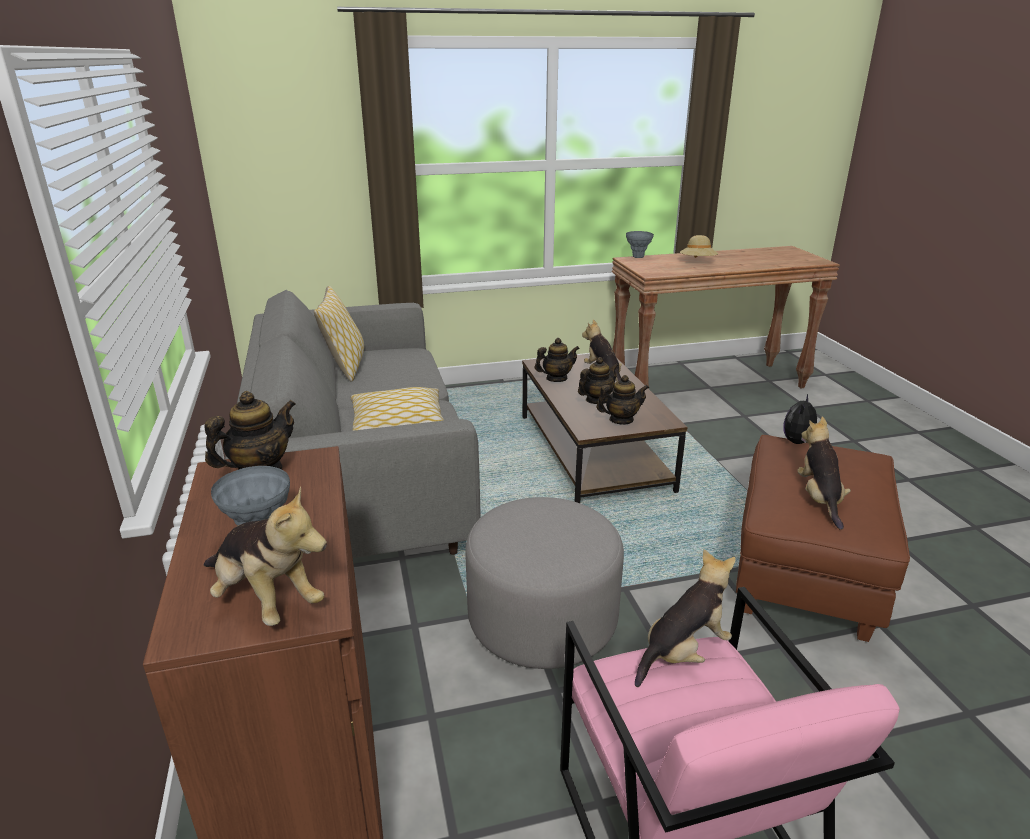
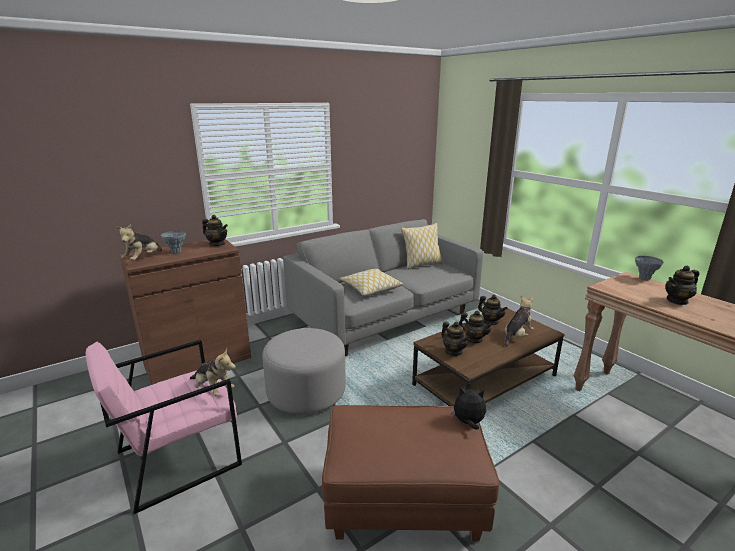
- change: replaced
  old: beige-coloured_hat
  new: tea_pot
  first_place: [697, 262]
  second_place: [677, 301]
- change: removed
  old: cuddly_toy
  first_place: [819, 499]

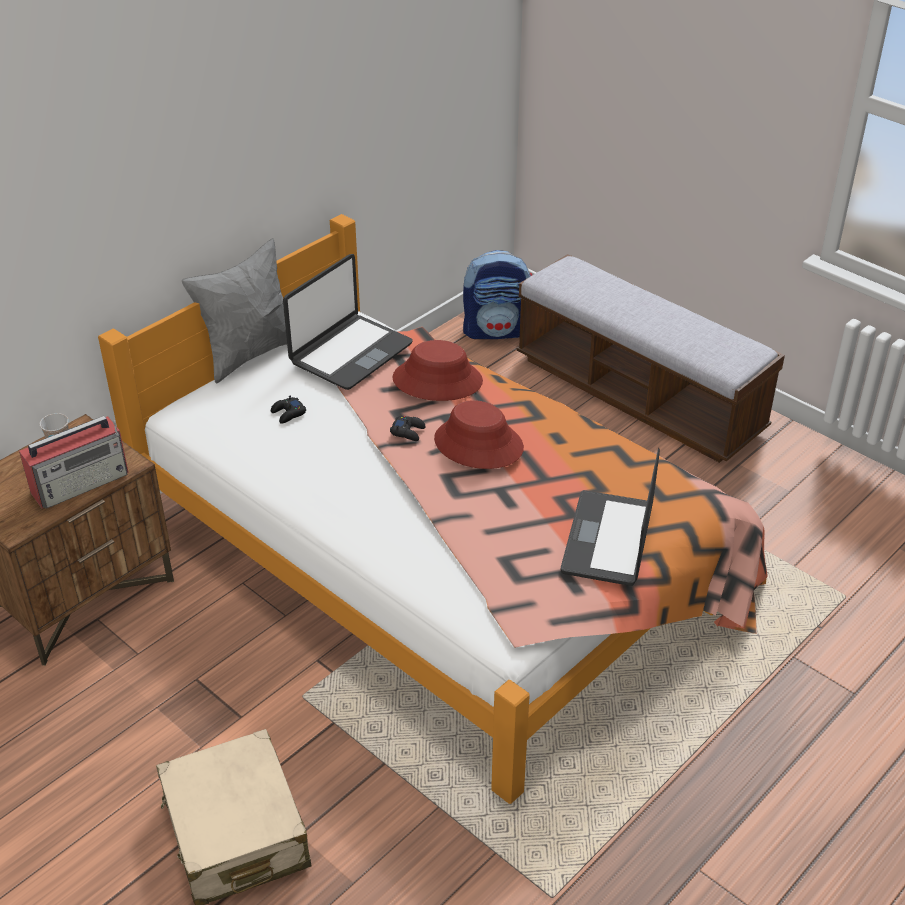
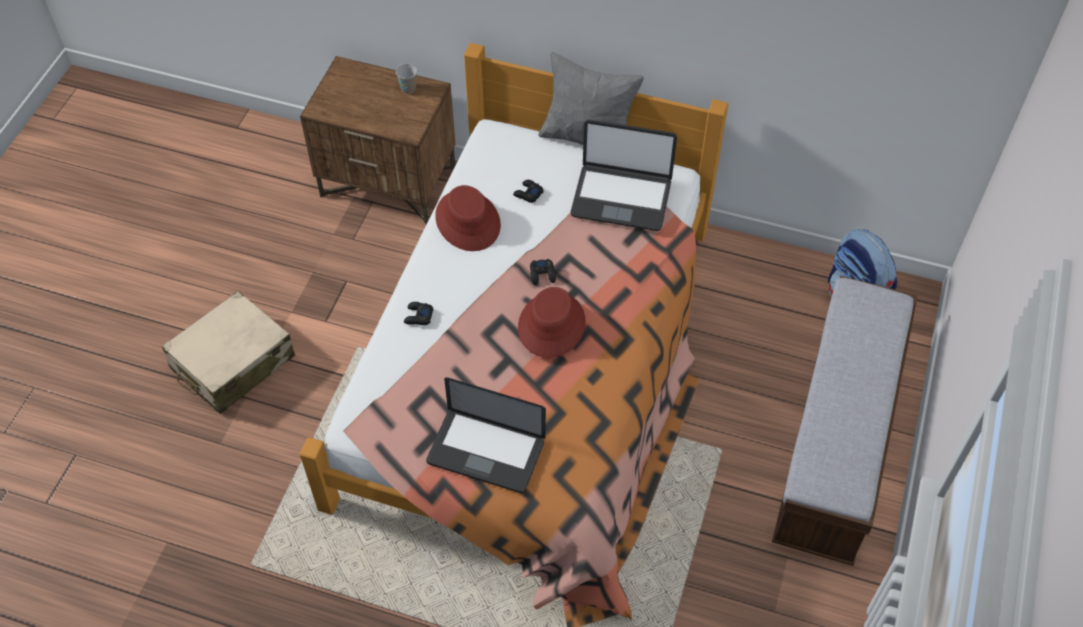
- change: added
  new: blackish_gamepad
  second_place: [418, 316]
- change: turned
  old: laptop
  first_place: [607, 539]
  second_place: [486, 452]
  degrees: -150
- change: moved
  old: reddish_hat
  first_place: [437, 380]
  second_place: [468, 221]
- change: removed
  old: radio_set
  first_place: [82, 482]

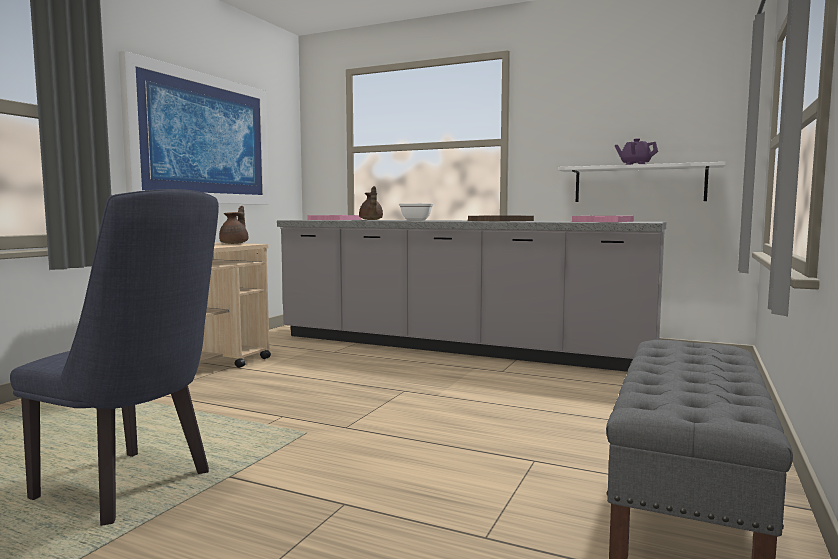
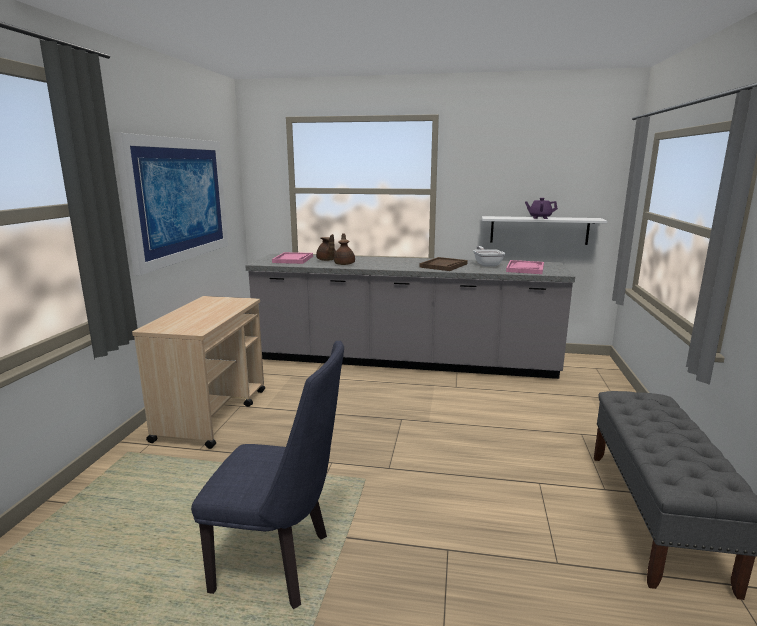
- change: moved
  old: brown-coloured_tea_pot
  first_place: [235, 243]
  second_place: [344, 264]
- change: moved
  old: skillet
  first_place: [417, 220]
  second_place: [487, 264]

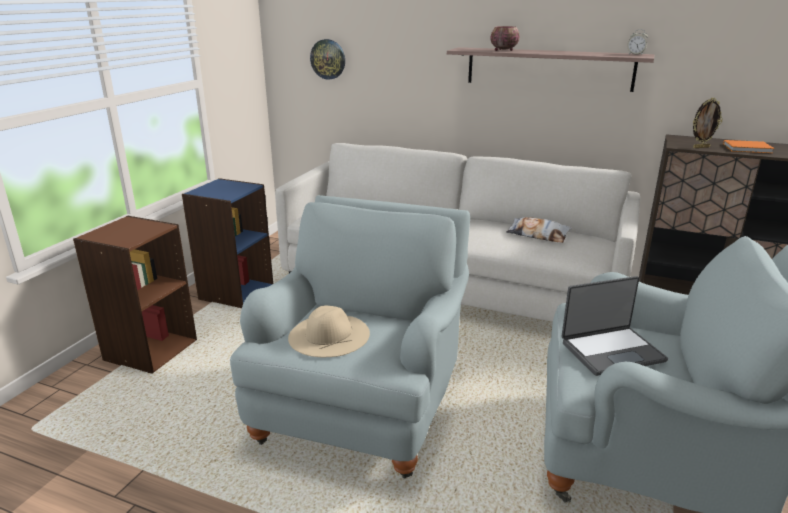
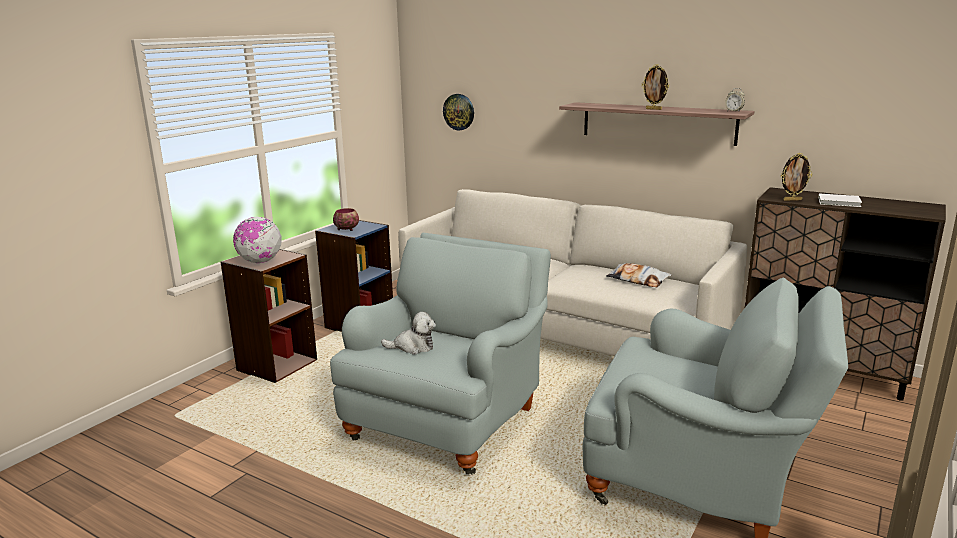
- change: added
  new: world_globe
  second_place: [260, 262]
- change: moved
  old: serving_bowl
  first_place: [503, 50]
  second_place: [346, 229]
- change: replaced
  old: beige-coloured_hat
  new: cuddly_toy
  first_place: [329, 335]
  second_place: [413, 347]
- change: added
  new: standing_frame
  second_place: [654, 109]
- change: recoloured
  old: orange_book
  new: white_book
  first_place: [748, 149]
  second_place: [840, 202]
- change: removed
  old: laptop
  first_place: [611, 351]

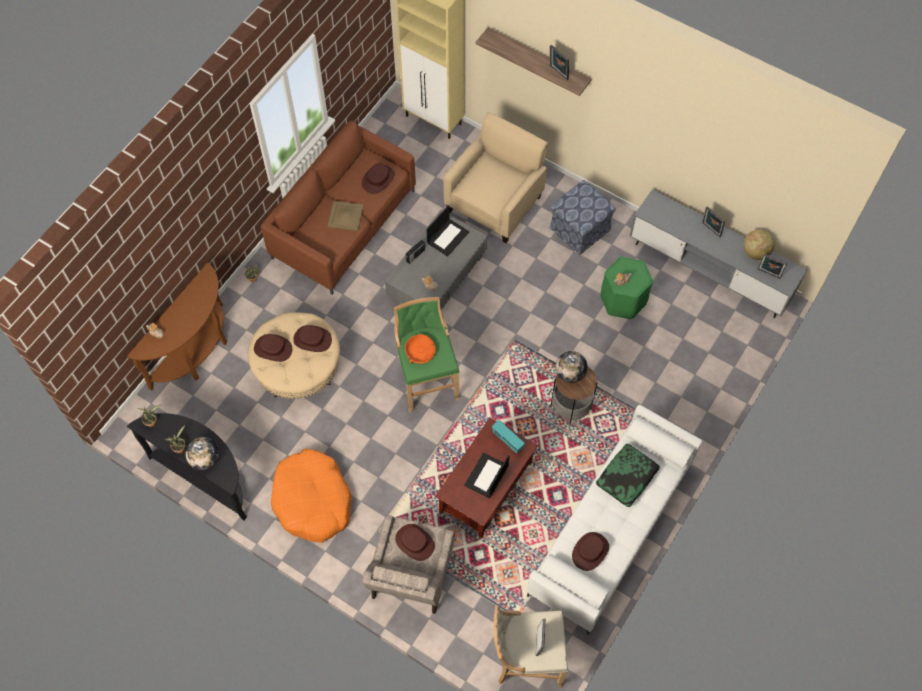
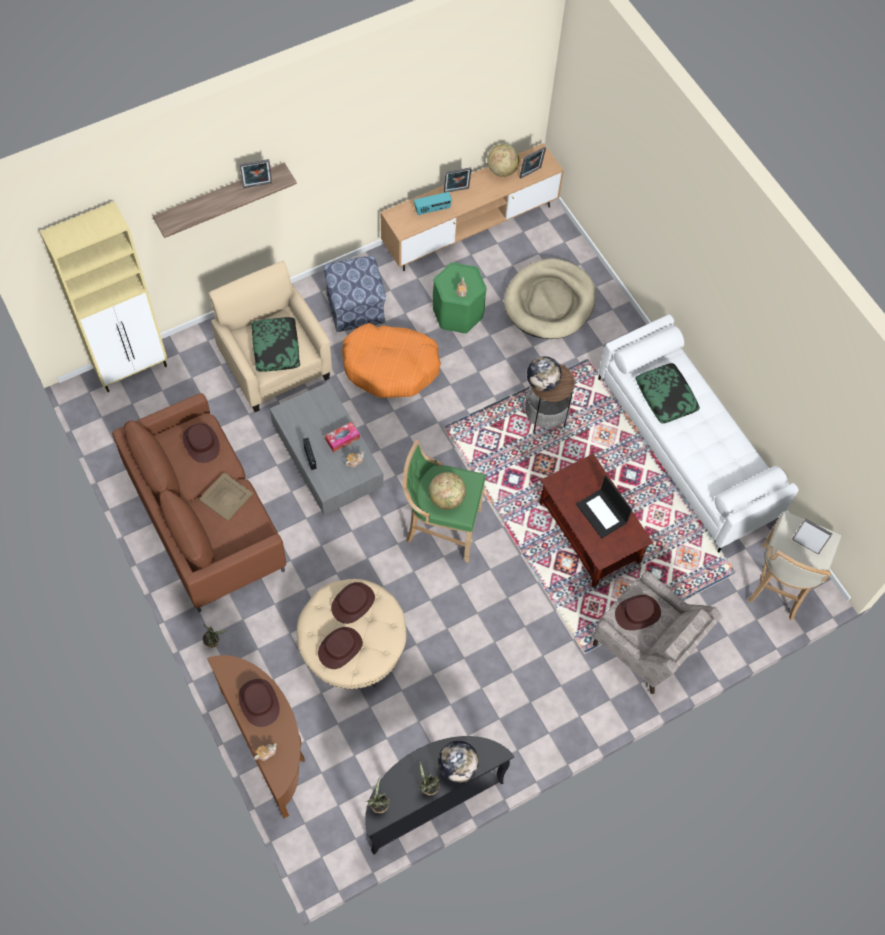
- change: moved
  old: brown-coloured_hat
  first_place: [590, 551]
  second_place: [259, 703]
- change: added
  new: cushion
  second_place: [276, 348]
- change: added
  new: box_of_tissues
  second_place: [342, 439]
- change: moved
  old: orange_dog_cushion
  first_place: [312, 500]
  second_place: [390, 366]
- change: recoloured
  old: gray_media_console
  new: brown-coloured_media_console
  first_place: [709, 271]
  second_place: [470, 229]
- change: moved
  old: radio_set
  first_place: [507, 440]
  second_place: [432, 209]
- change: replaced
  old: orange_serving_bowl
  new: world_globe
  first_place: [420, 352]
  second_place: [447, 498]
- change: added
  new: beige-coloured_dog_cushion
  second_place: [549, 302]
- change: removed
  old: laptop
  first_place: [448, 237]

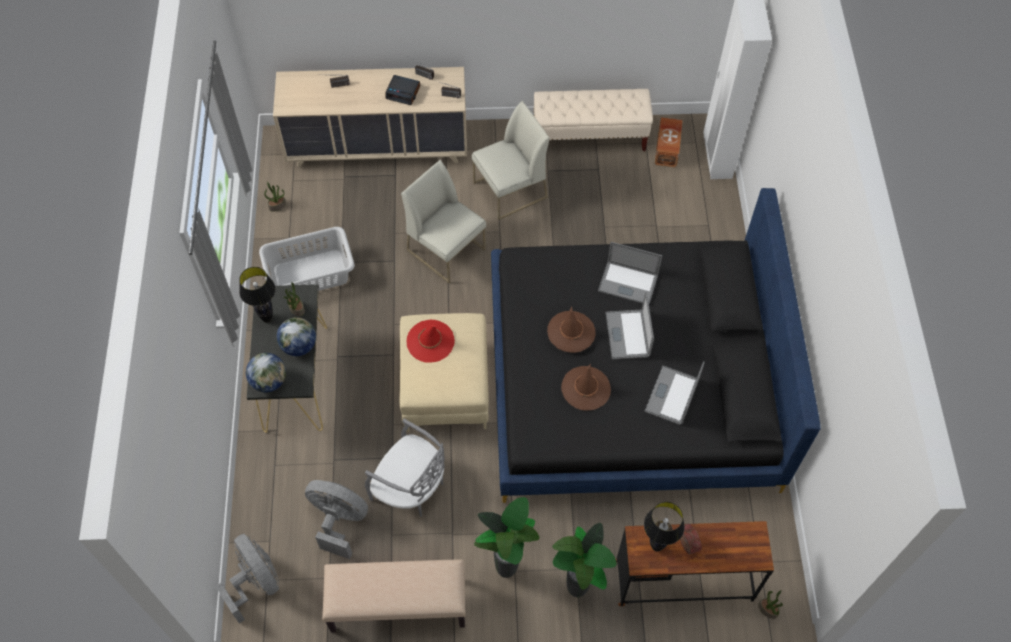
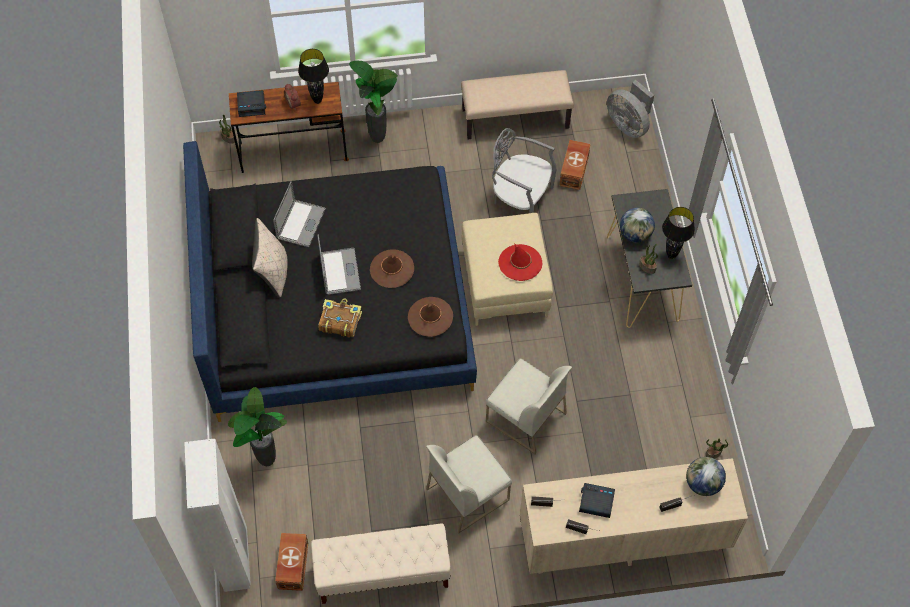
- change: moved
  old: houseplant
  first_place: [508, 570]
  second_place: [266, 461]
- change: added
  new: bedside_clock
  second_place: [252, 105]
- change: added
  new: beige-coloured_cushion
  second_place: [273, 272]
- change: replaced
  old: laptop
  new: book
  first_place: [628, 283]
  second_place: [339, 321]
- change: moved
  old: brown-coloured_hat
  first_place: [586, 388]
  second_place: [430, 317]
- change: replaced
  old: gray_electric_fan
  new: brown-coloured_storage_container
  first_place: [339, 521]
  second_place: [574, 170]
- change: moved
  old: world_globe
  first_place: [269, 381]
  second_place: [702, 484]
- change: removed
  old: gray_hamper
  first_place: [310, 274]

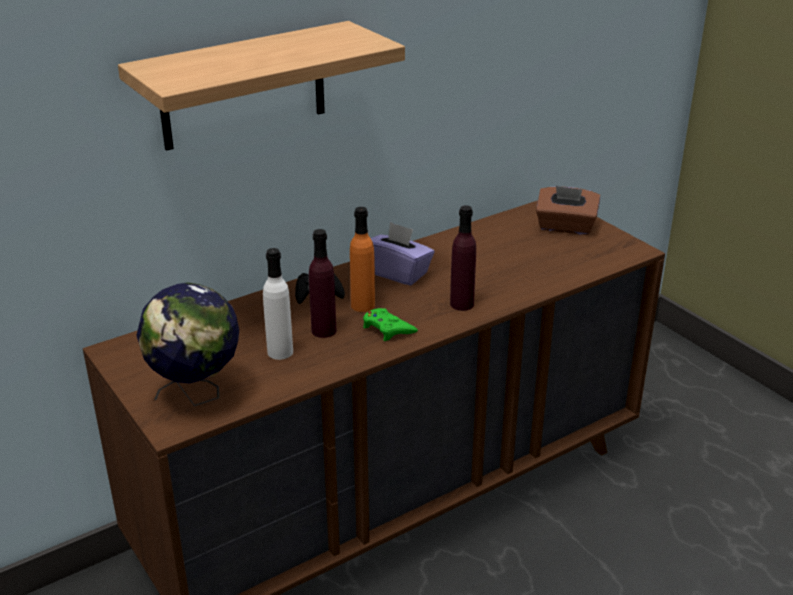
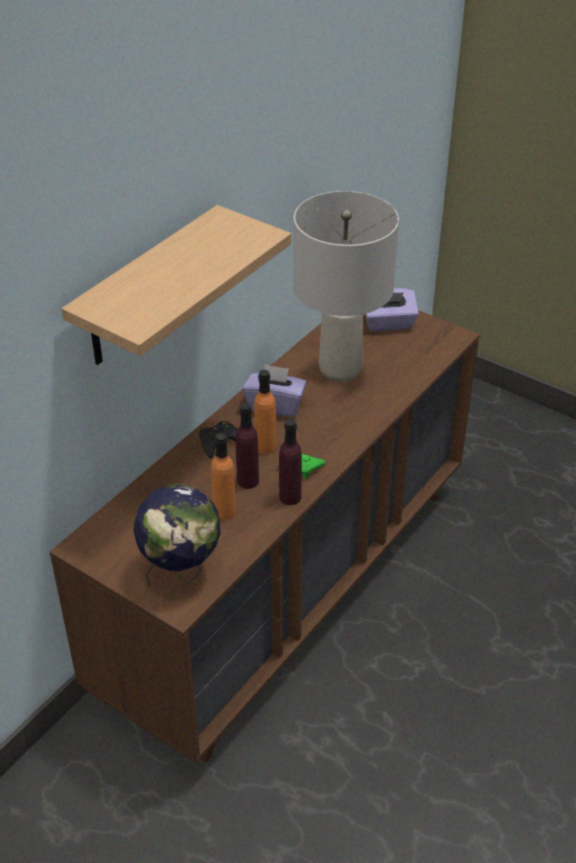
- change: recoloured
  old: white_drink_bottle
  new: orange_drink_bottle
  first_place: [280, 352]
  second_place: [224, 511]
- change: moved
  old: purple-coloured_drink_bottle
  first_place: [461, 304]
  second_place: [290, 497]
- change: added
  new: gray_tabletop_lamp
  second_place: [340, 368]
- change: recoloured
  old: brown-coloured_box_of_tissues
  new: purple-coloured_box_of_tissues
  first_place: [565, 227]
  second_place: [388, 323]

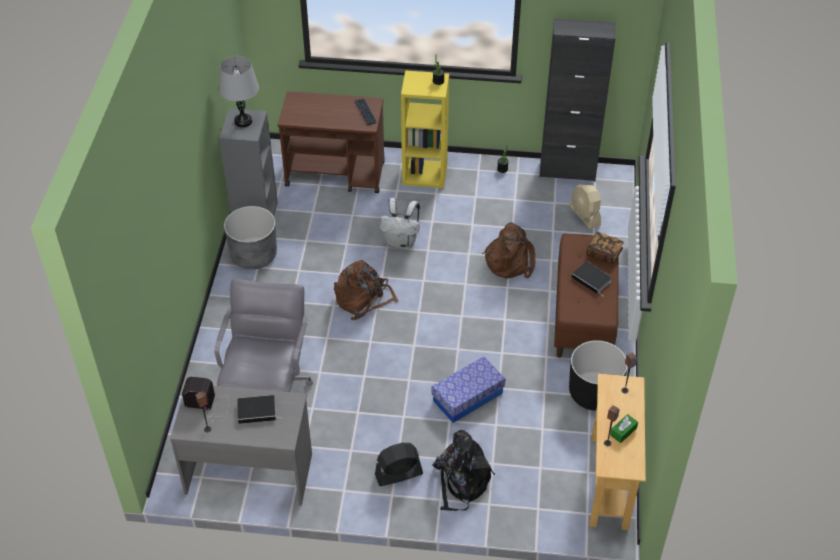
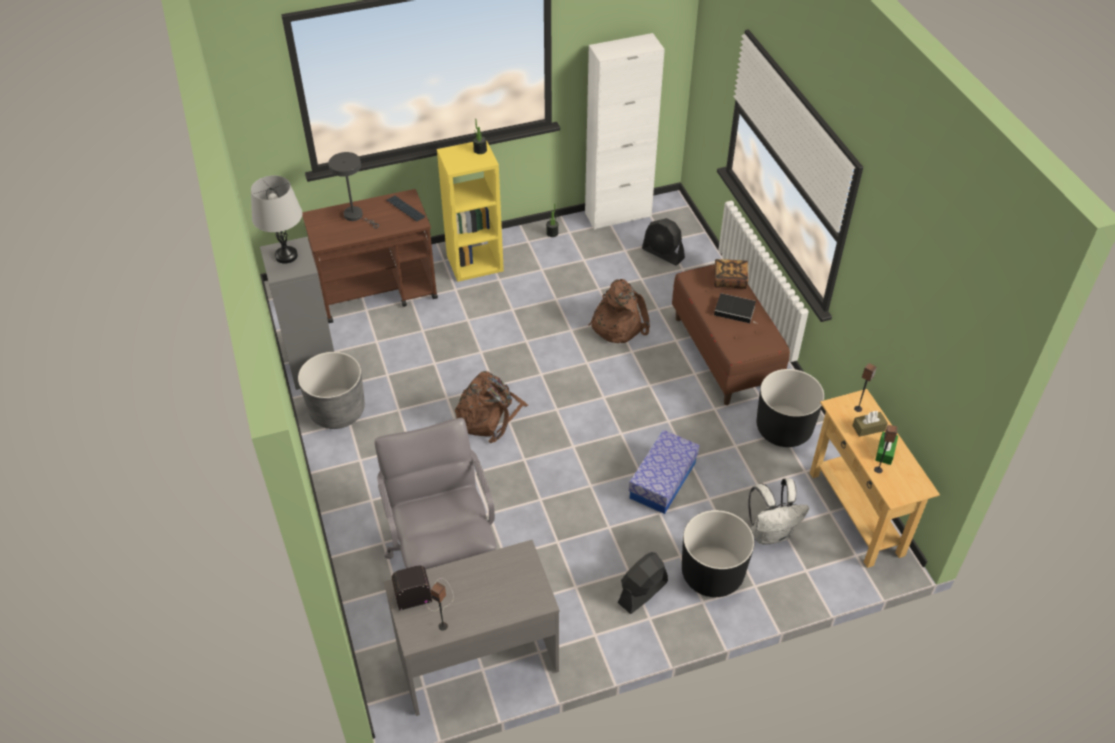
- change: added
  new: gray_tabletop_lamp
  second_place: [356, 216]
- change: recoloured
  old: blackish_storage_cabinet
  new: white_storage_cabinet
  first_place: [567, 170]
  second_place: [618, 214]
- change: recoloured
  old: beige-coloured_electric_fan
  new: blackish_electric_fan
  first_place: [585, 215]
  second_place: [663, 254]
- change: replaced
  old: blackish_knapsack
  new: blackish_planter
  first_place: [461, 481]
  second_place: [712, 573]
- change: moved
  old: white_knapsack
  first_place: [401, 242]
  second_place: [771, 533]
- change: added
  new: brown-coloured_box_of_tissues
  second_place: [868, 428]
- change: removed
  old: book
  first_place: [258, 411]

